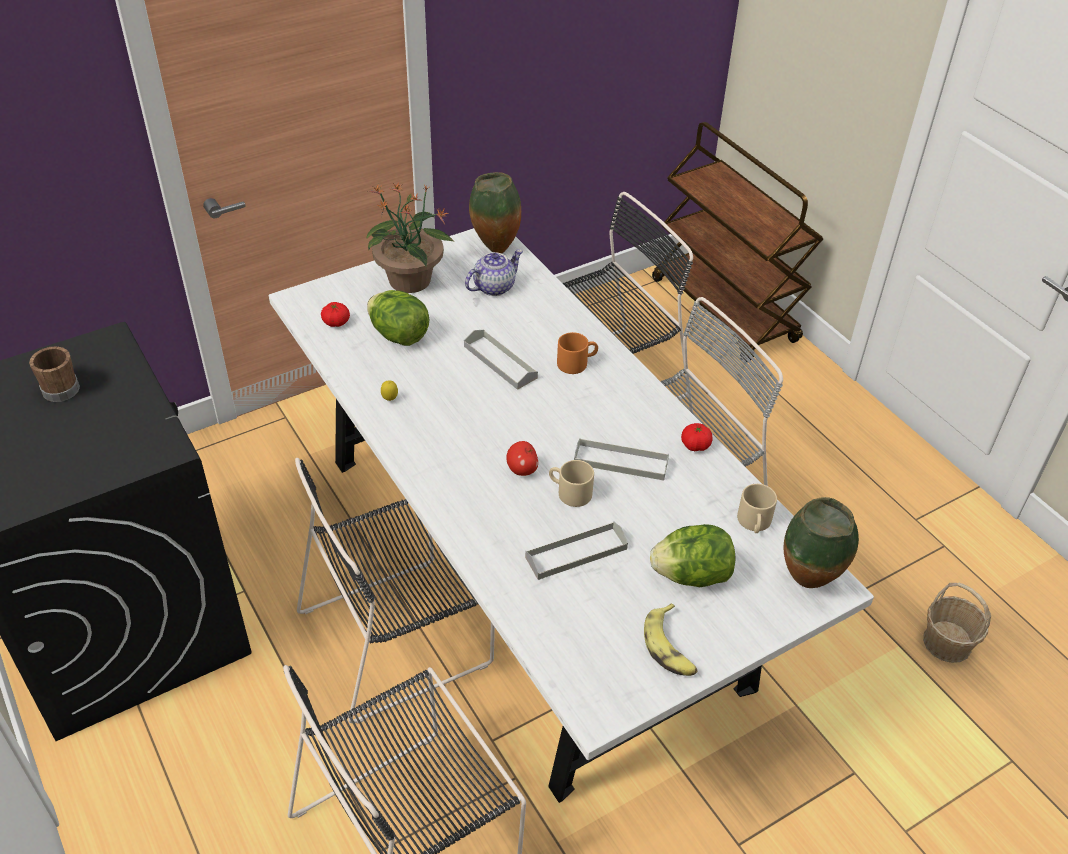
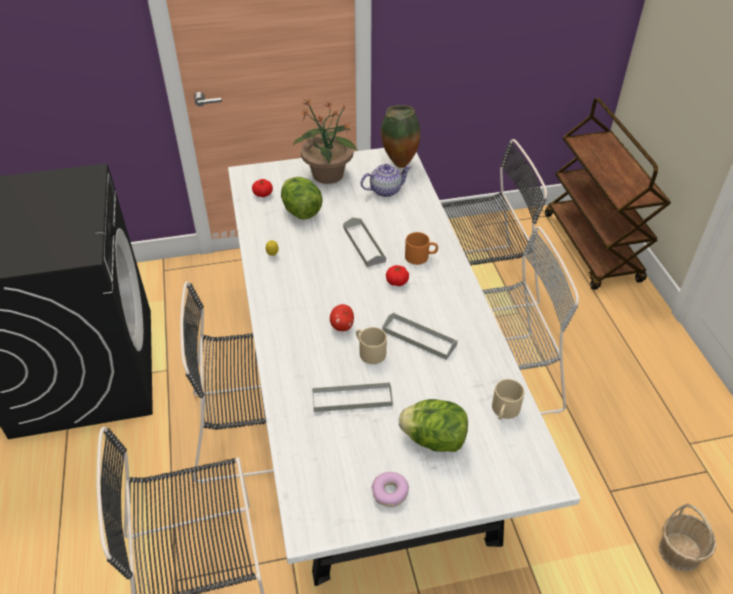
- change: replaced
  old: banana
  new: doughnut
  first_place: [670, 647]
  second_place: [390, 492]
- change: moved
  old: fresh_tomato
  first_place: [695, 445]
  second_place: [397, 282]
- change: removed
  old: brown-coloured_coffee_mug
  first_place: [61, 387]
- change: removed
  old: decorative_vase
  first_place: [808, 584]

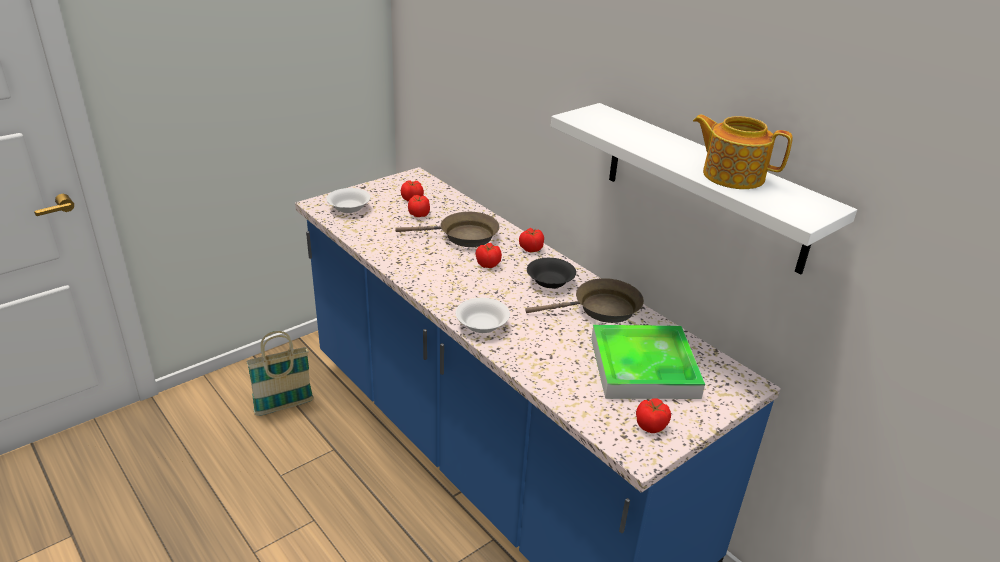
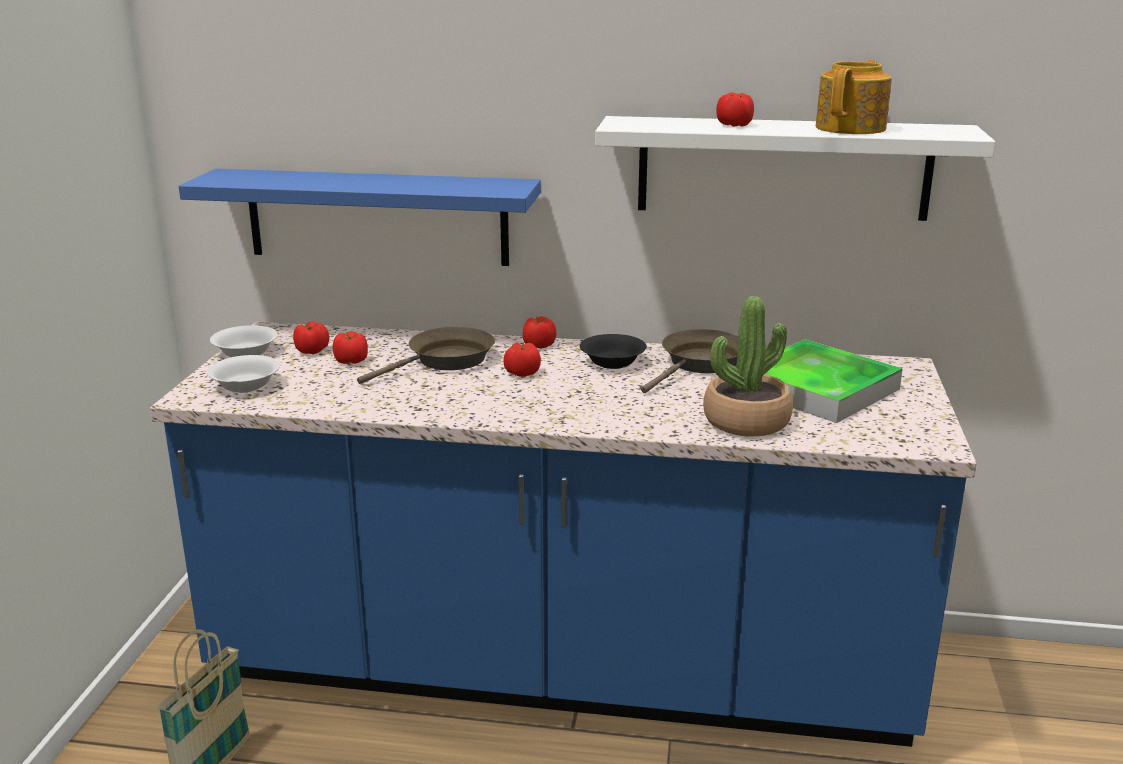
- change: added
  new: bluish_bracket_shelf
  second_place: [377, 217]
- change: moved
  old: white_serving_bowl
  first_place: [482, 324]
  second_place: [245, 353]
- change: added
  new: houseplant
  second_place: [746, 421]
- change: moved
  old: fresh_tomato
  first_place: [651, 425]
  second_place: [735, 125]
- change: turned
  old: tea_pot
  first_place: [732, 175]
  second_place: [852, 128]
  degrees: 135

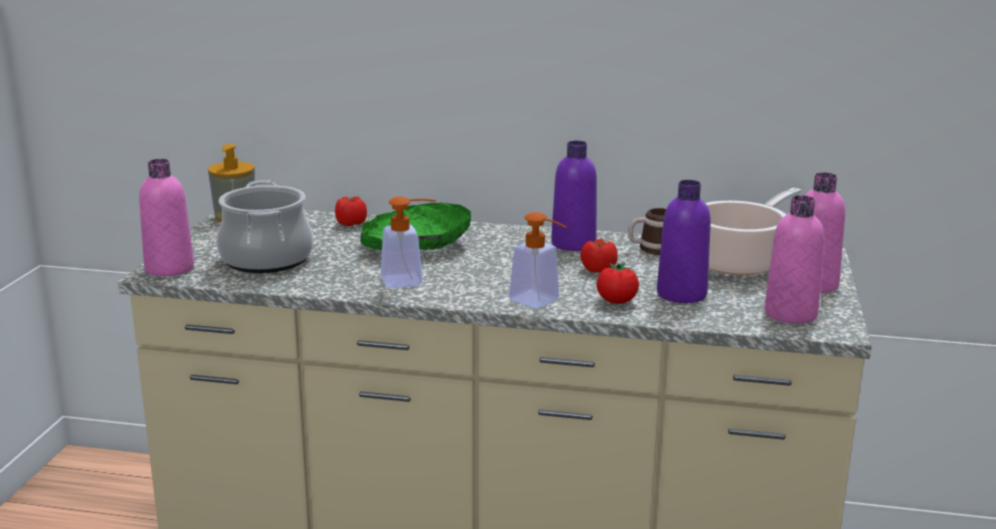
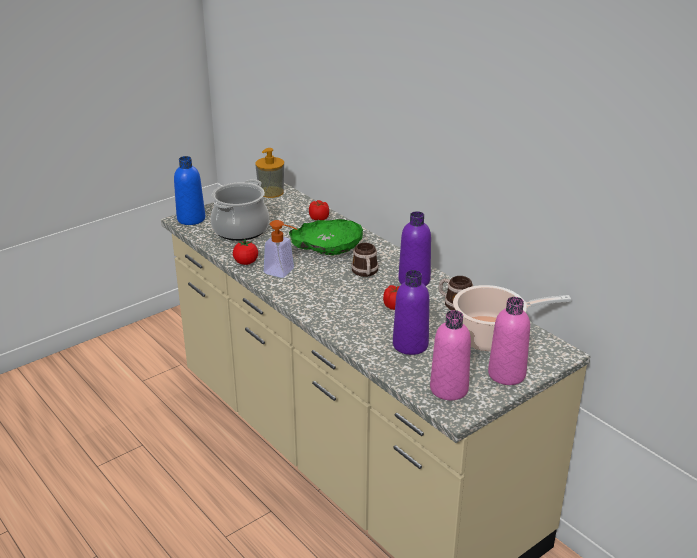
- change: recoloured
  old: pink_drink_bottle
  new: bluish_drink_bottle
  first_place: [169, 268]
  second_place: [191, 219]
- change: moved
  old: fresh_tomato
  first_place: [616, 302]
  second_place: [246, 262]
- change: added
  new: coffee_mug
  second_place: [365, 272]
- change: removed
  old: soap_bottle
  first_place: [541, 302]

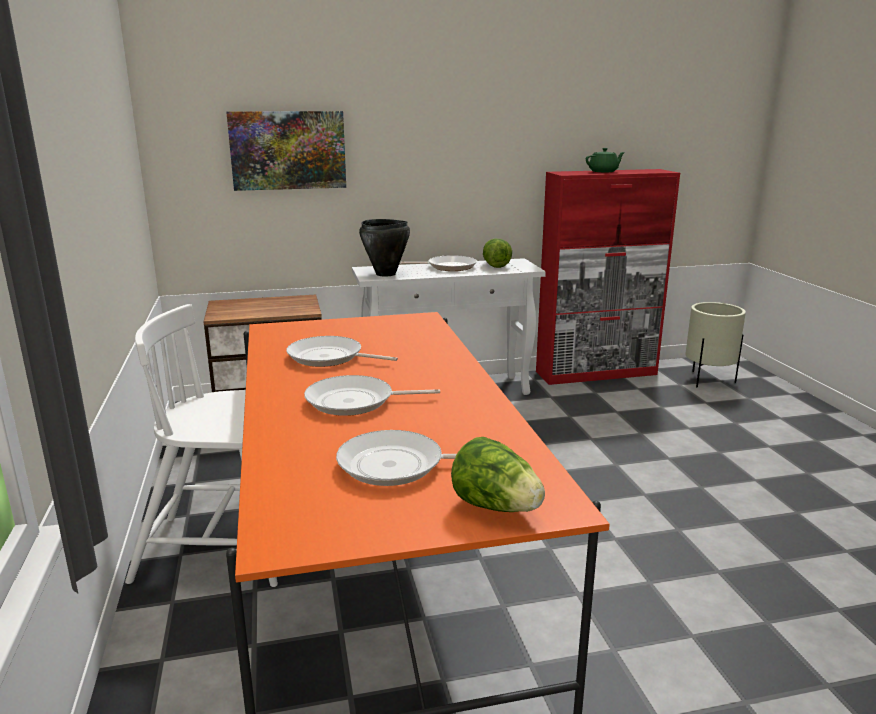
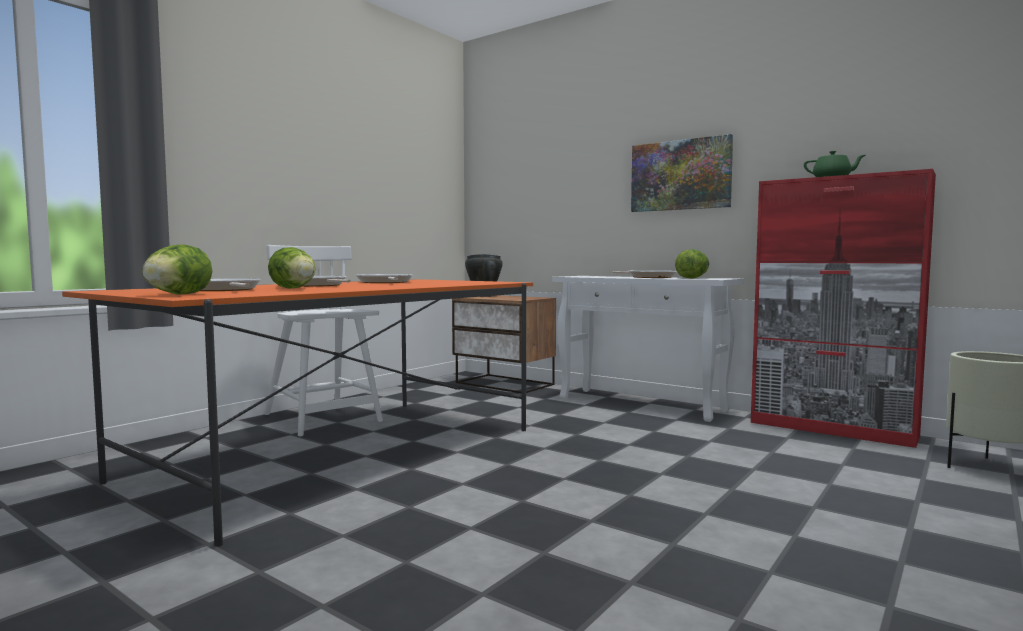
- change: added
  new: head_of_lettuce
  second_place: [295, 288]
- change: moved
  old: blackish_stockpot
  first_place: [385, 274]
  second_place: [483, 296]
- change: moved
  old: wall_picture
  first_place: [288, 150]
  second_place: [680, 175]

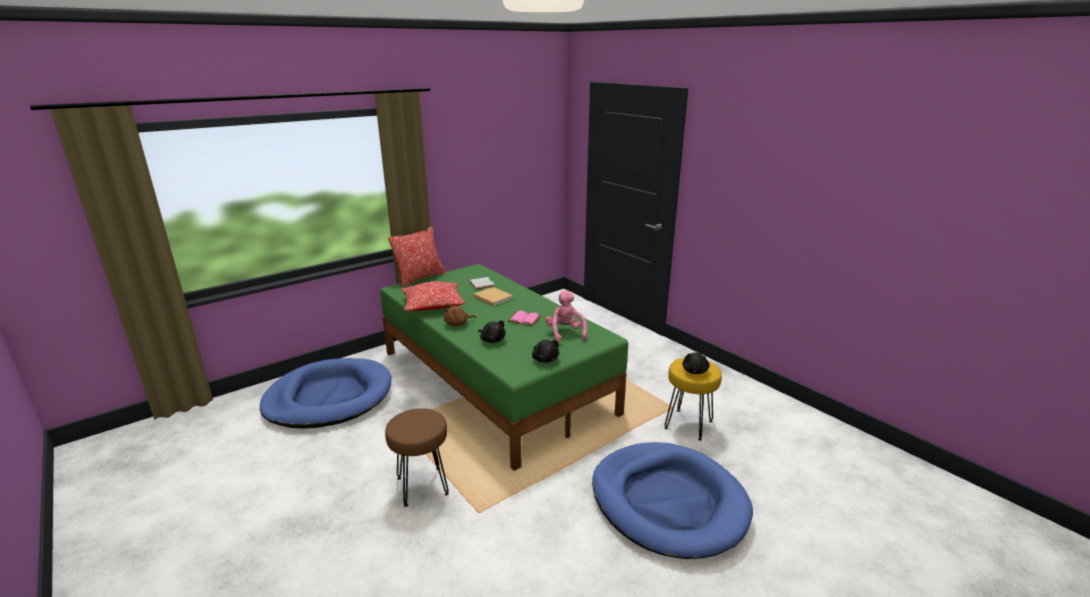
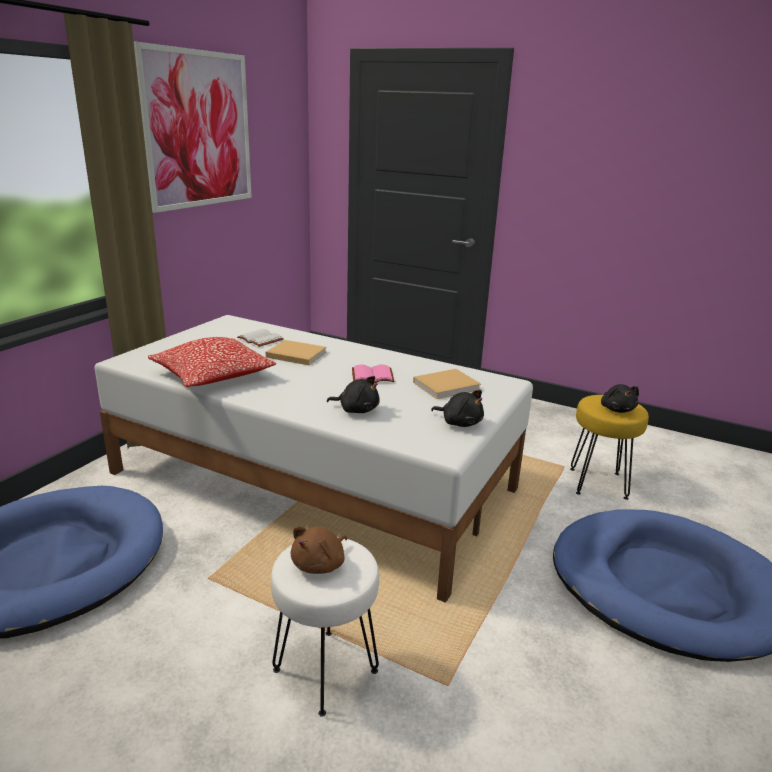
- change: recoloured
  old: greenish_bed
  new: white_bed
  first_place: [495, 381]
  second_place: [313, 480]
- change: added
  new: wall_picture
  second_place: [198, 130]
- change: recoloured
  old: brown-coloured_stool_seat
  new: white_stool_seat
  first_place: [423, 486]
  second_place: [327, 670]
- change: moved
  old: brown-coloured_cuddly_toy
  first_place: [458, 324]
  second_place: [320, 564]
- change: replaced
  old: pink_cuddly_toy
  new: beige-coloured_book
  first_place: [565, 333]
  second_place: [448, 385]
- change: removed
  old: cushion
  first_place: [420, 278]

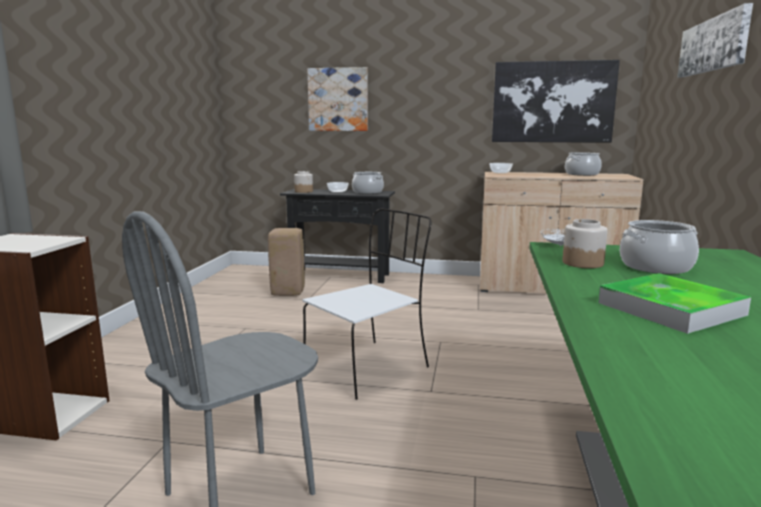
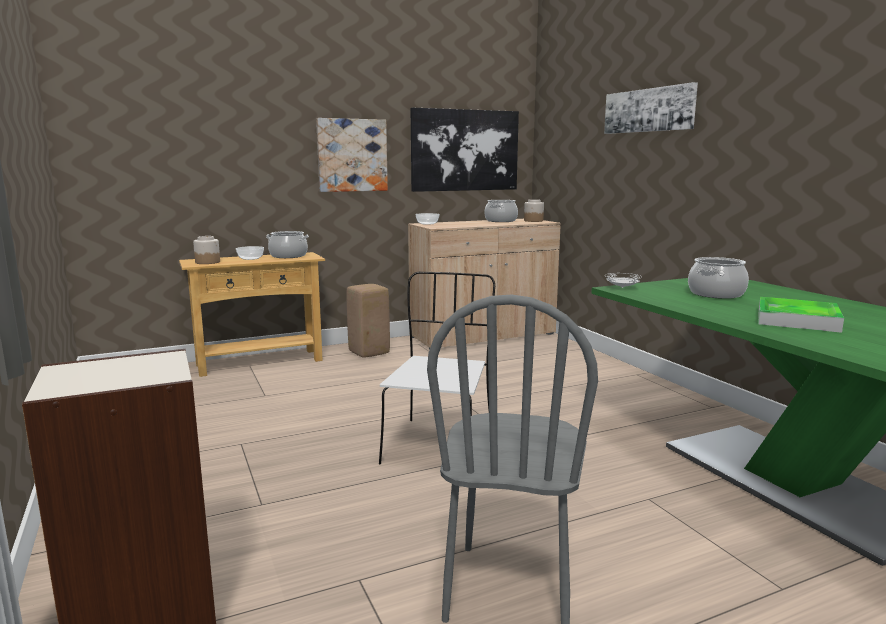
- change: recoloured
  old: blackish_console_table
  new: beige-coloured_console_table
  first_place: [340, 276]
  second_place: [260, 362]
- change: moved
  old: wall_picture
  first_place: [338, 99]
  second_place: [352, 155]
- change: moved
  old: beige-coloured_stool_seat
  first_place: [287, 292]
  second_place: [369, 353]
- change: moved
  old: storage_jar
  first_place: [582, 263]
  second_place: [533, 221]

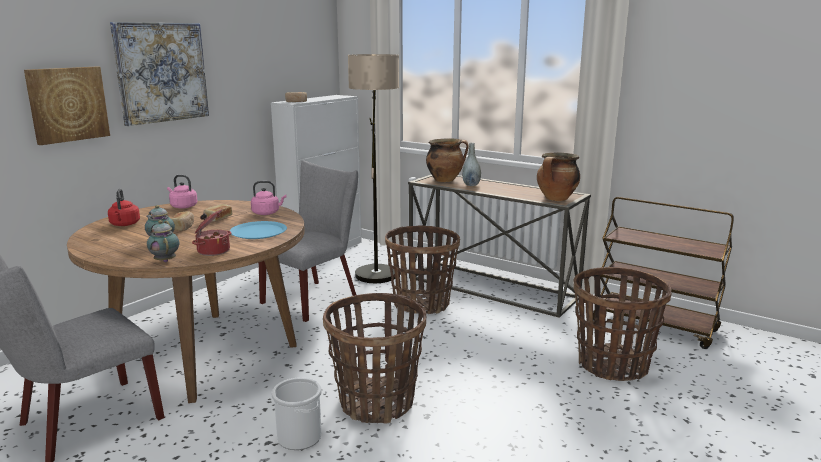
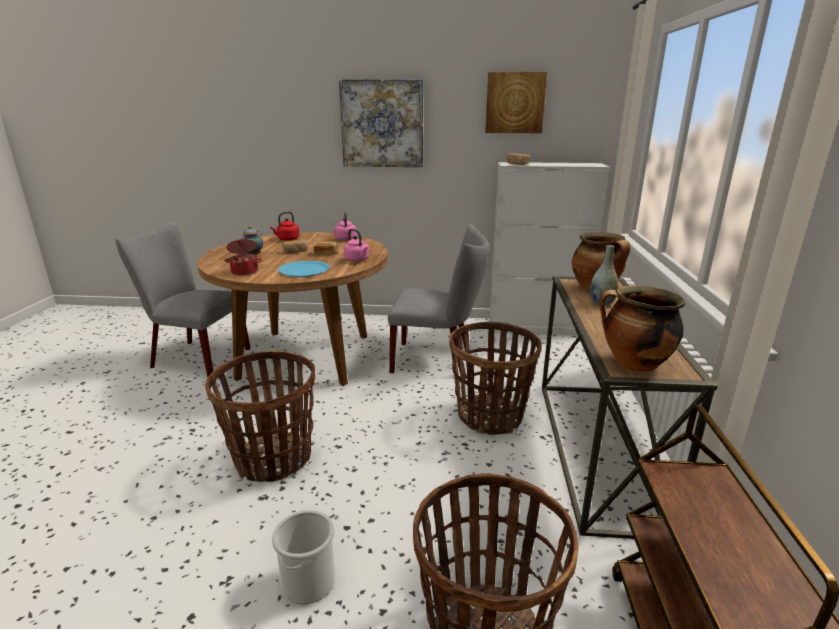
- change: moved
  old: pail
  first_place: [300, 437]
  second_place: [309, 582]
- change: moved
  old: wall_picture
  first_place: [67, 104]
  second_place: [515, 103]
- change: removed
  old: tea_pot
  first_place: [165, 260]
- change: removed
  old: standard_lamp
  first_place: [376, 269]

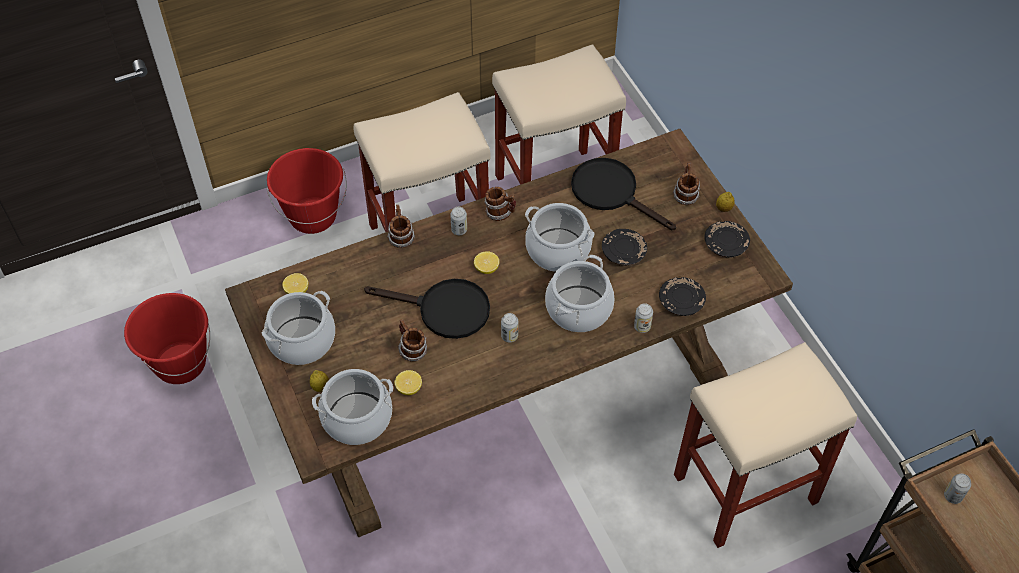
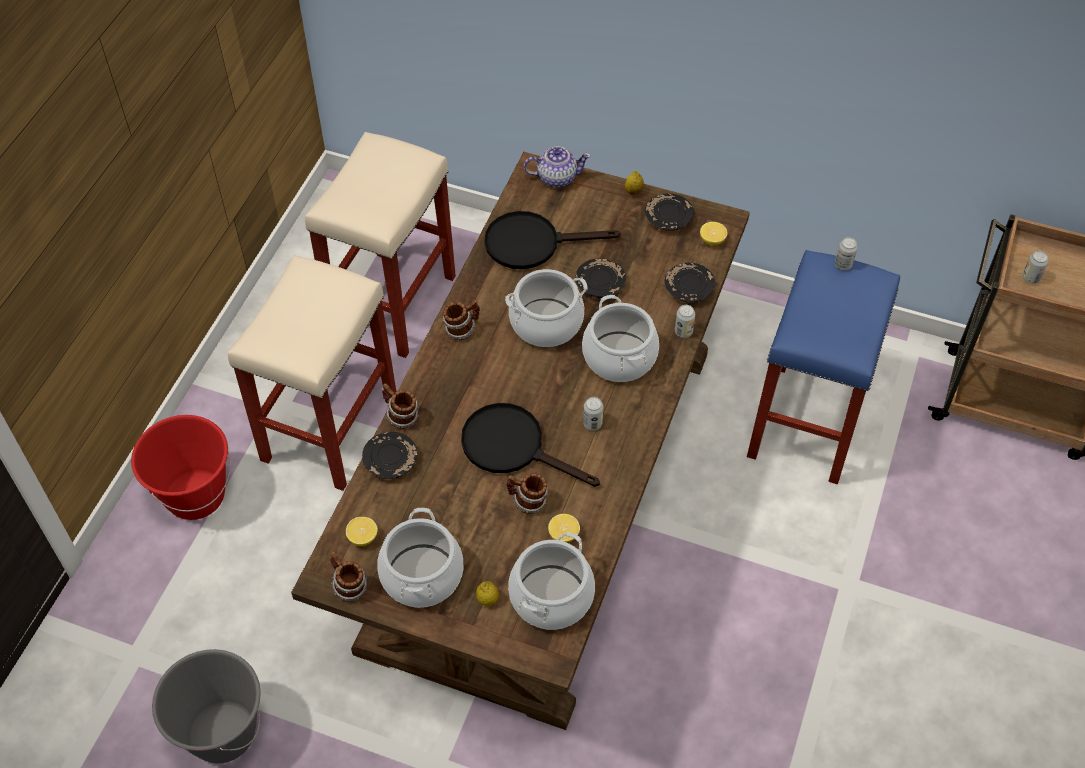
- change: recoloured
  old: reddish_pail
  new: gray_pail
  first_place: [180, 363]
  second_place: [222, 733]
- change: moved
  old: coffee_mug
  first_place: [685, 195]
  second_place: [348, 586]
- change: added
  new: blackish_dinner_plate
  second_place: [391, 461]
- change: turned
  old: blackish_skillet
  first_place: [444, 310]
  second_place: [513, 447]
  degrees: -120
- change: added
  new: tea_pot
  second_place: [556, 177]
- change: moved
  old: whole_lemon
  first_place: [486, 268]
  second_place: [712, 240]
- change: recoloured
  old: beige-coloured_stool_seat
  new: bluish_stool_seat
  first_place: [744, 490]
  second_place: [807, 425]
- change: moved
  old: can
  first_place: [459, 230]
  second_place: [843, 264]

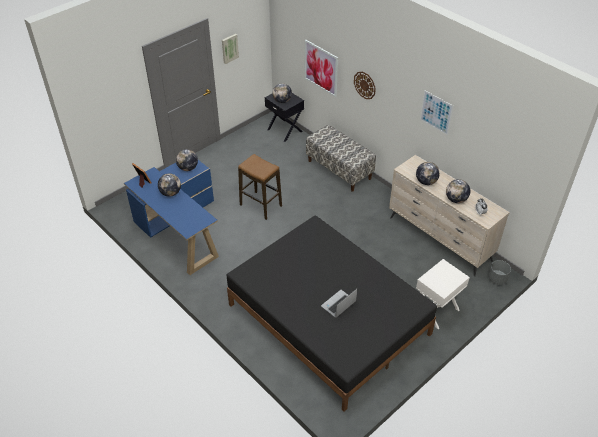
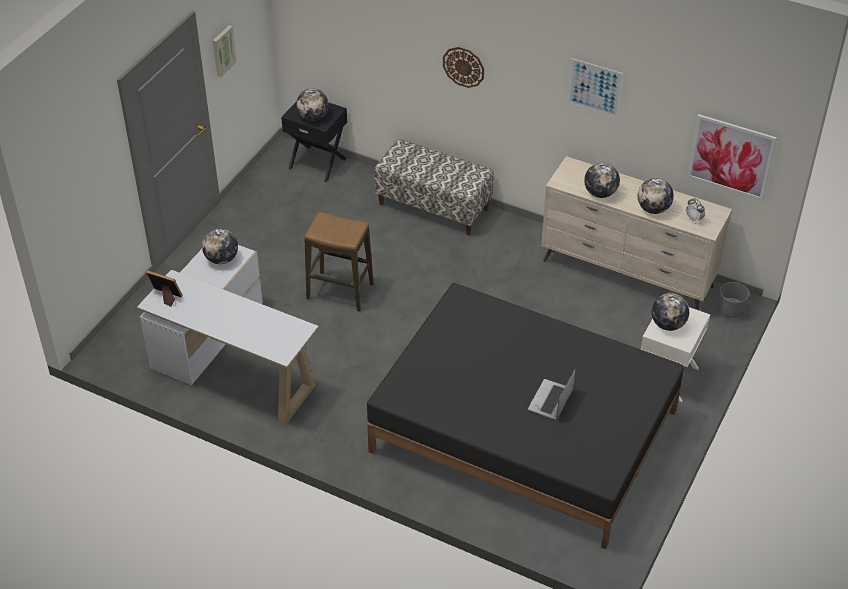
- change: recoloured
  old: bluish_desk_unit
  new: white_desk_unit
  first_place: [180, 229]
  second_place: [231, 360]
- change: moved
  old: world_globe
  first_place: [170, 193]
  second_place: [668, 324]
- change: moved
  old: wall_picture
  first_place: [321, 68]
  second_place: [731, 157]

